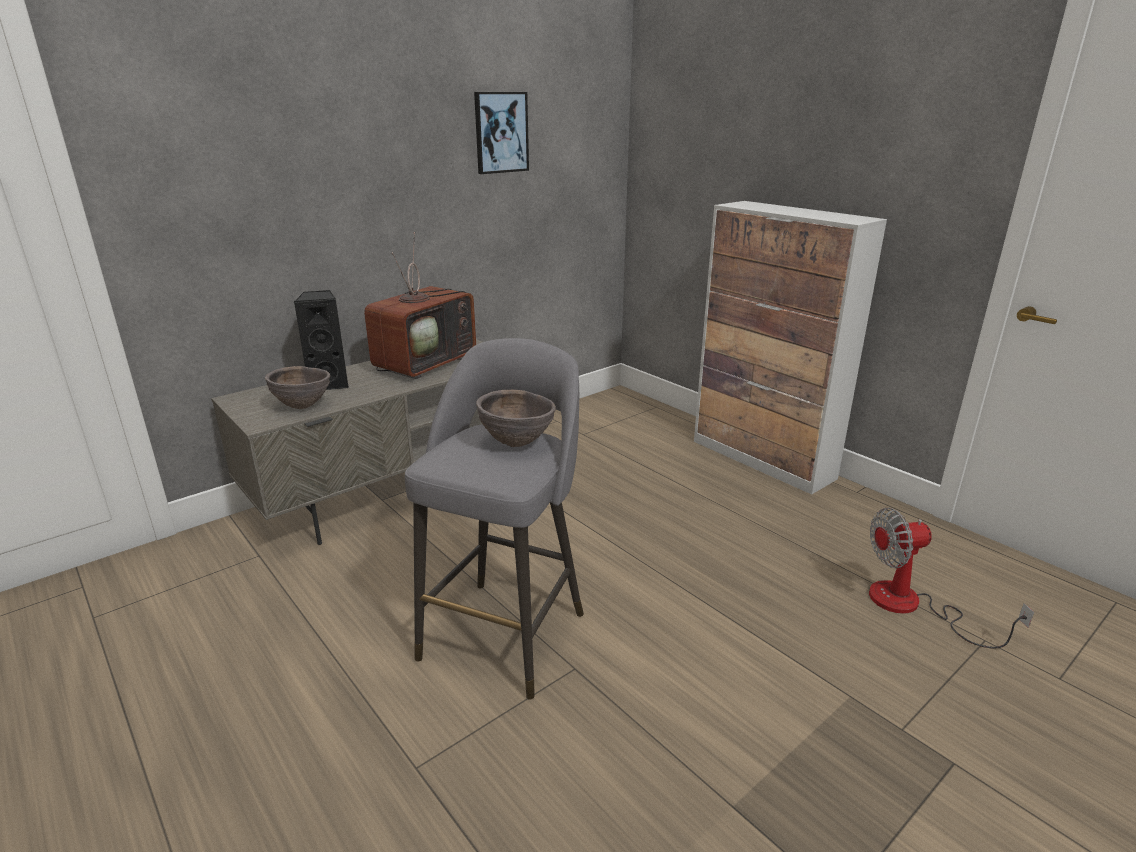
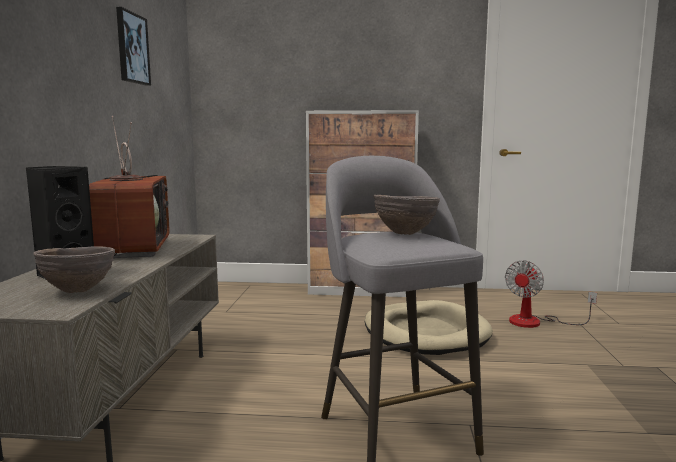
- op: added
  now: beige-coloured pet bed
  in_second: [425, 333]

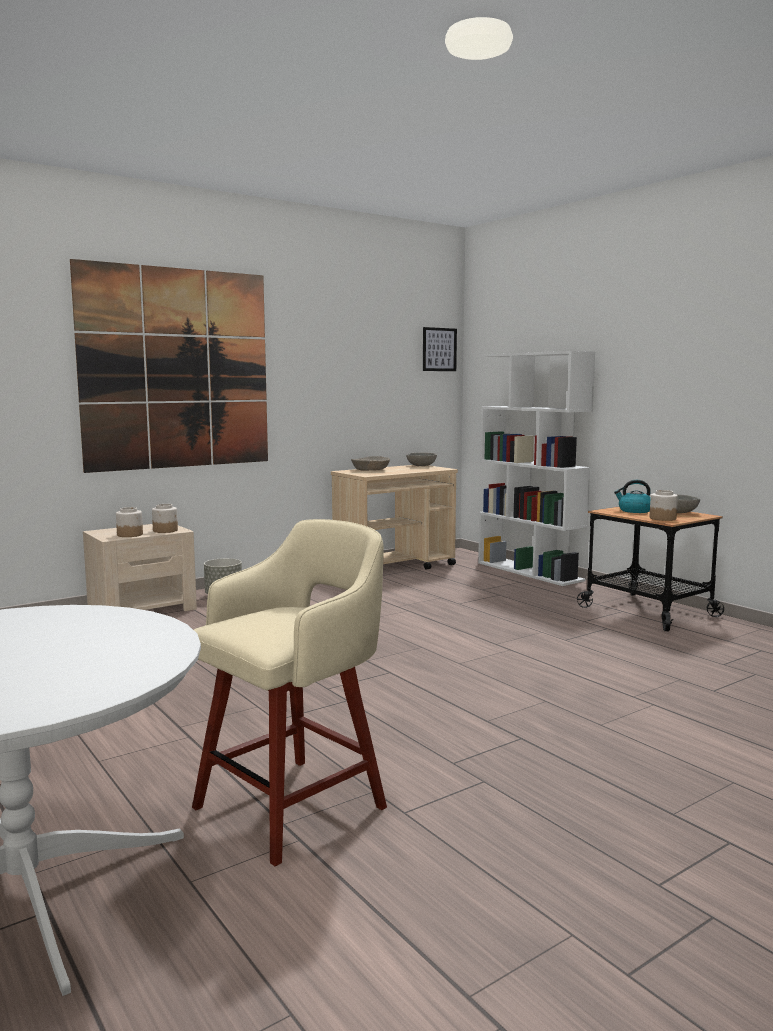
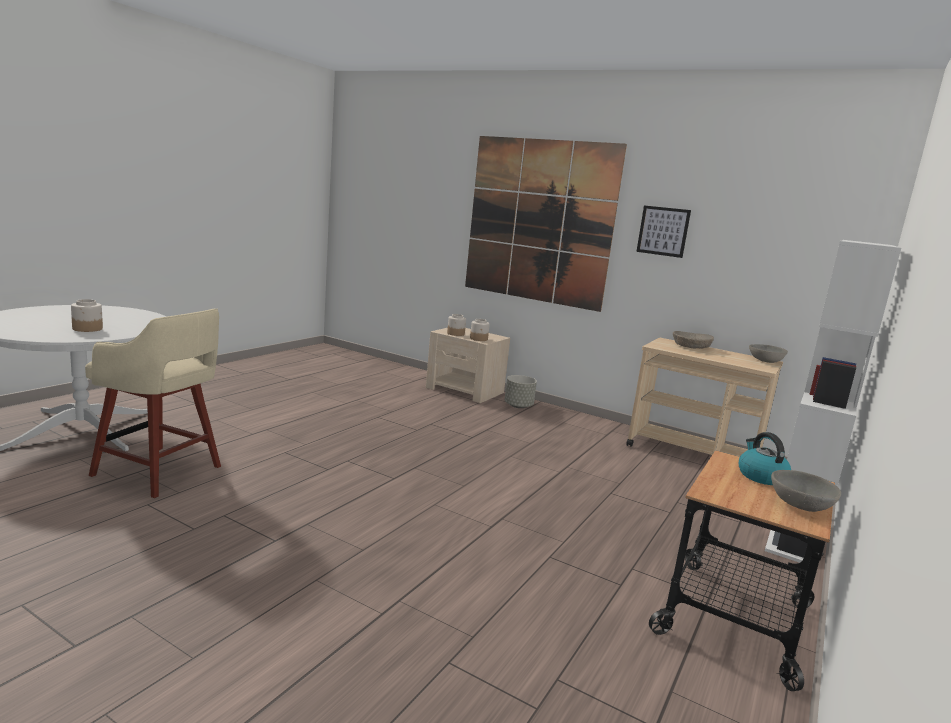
- op: moved
  was: wall picture
  in_first: [439, 349]
  in_second: [663, 231]
- op: moved
  was: preserve jar
  in_first: [662, 518]
  in_second: [88, 329]

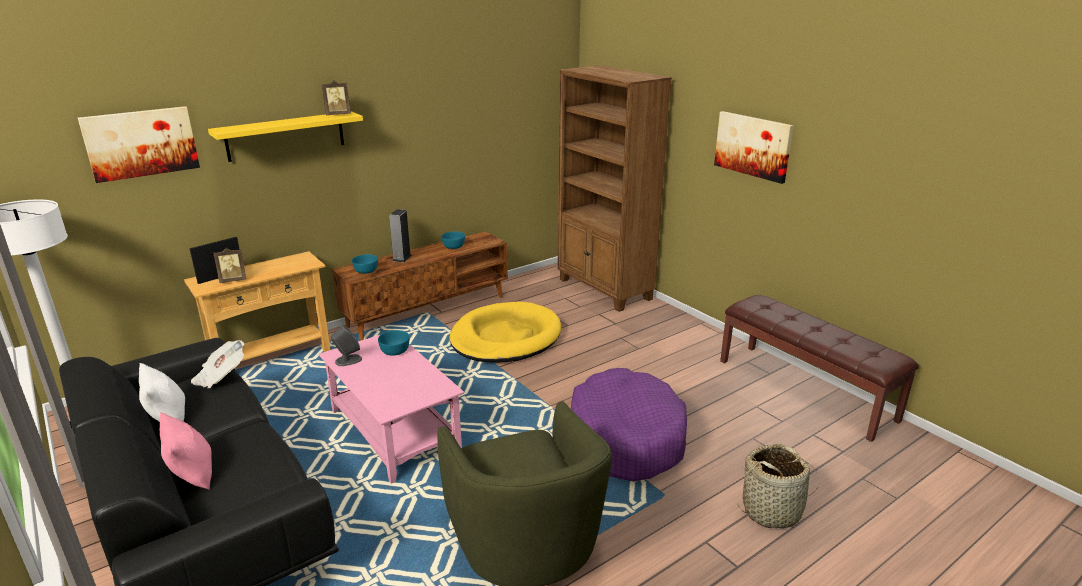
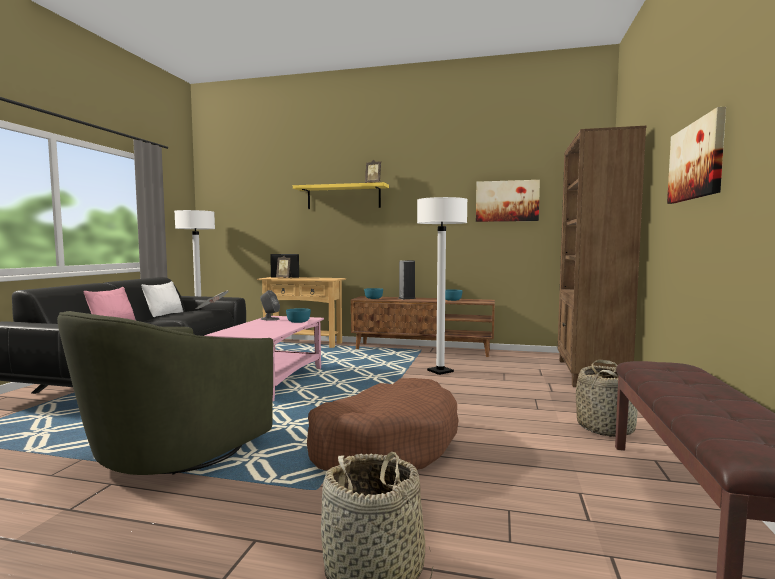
- op: added
  now: household basket
  in_second: [605, 428]
- op: moved
  was: wall picture
  in_first: [141, 143]
  in_second: [507, 201]
- op: replaced
  was: yellowish pet bed
  now: white-coloured floor lamp
  in_first: [505, 337]
  in_second: [440, 371]
- op: recoloured
  was: purple-coloured pet bed
  now: brownish pet bed
  in_first: [625, 437]
  in_second: [384, 445]

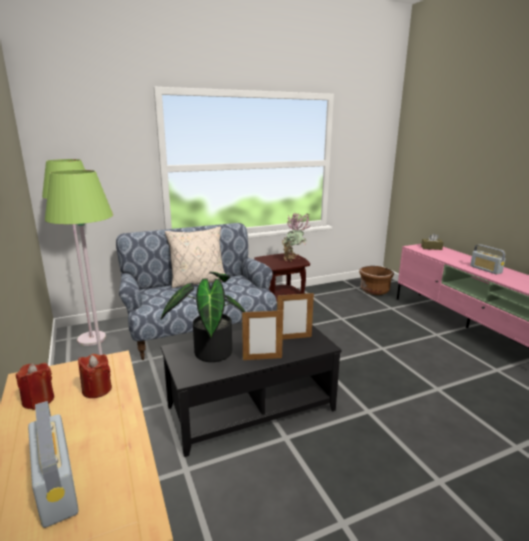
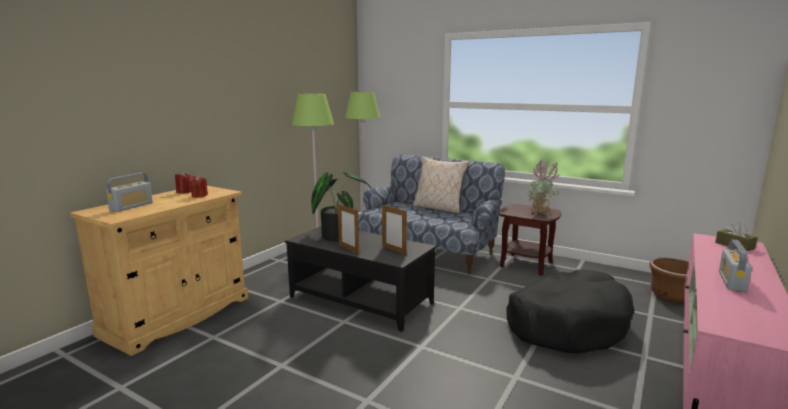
- op: added
  now: blackish pet bed
  in_second: [567, 324]

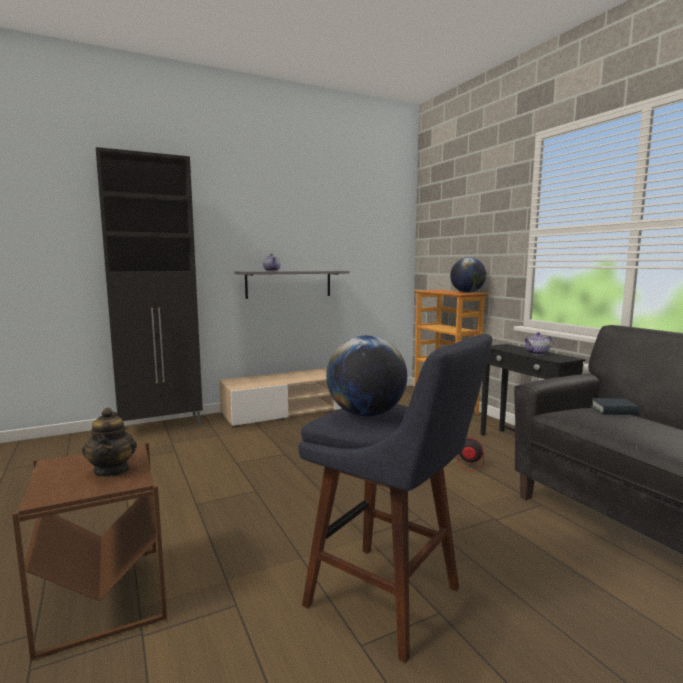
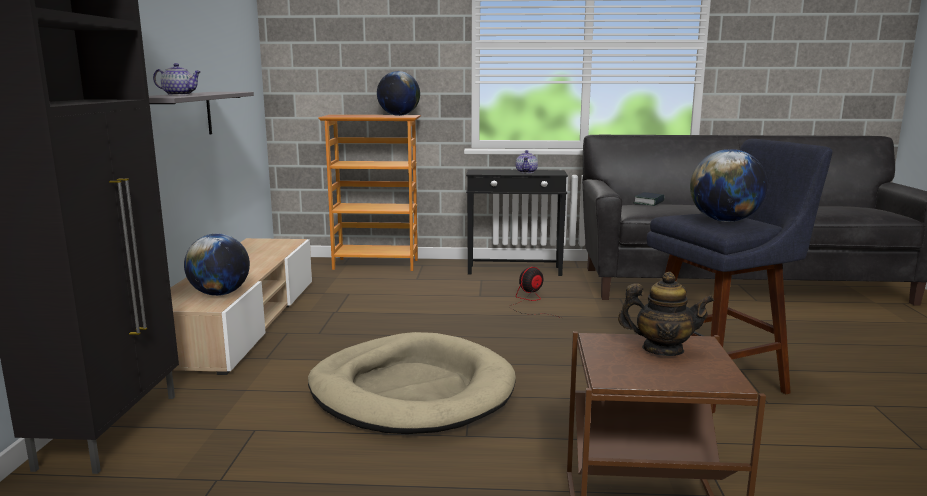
- op: added
  now: desk globe
  in_second: [220, 294]
- op: added
  now: beige-coloured pet bed
  in_second: [411, 391]

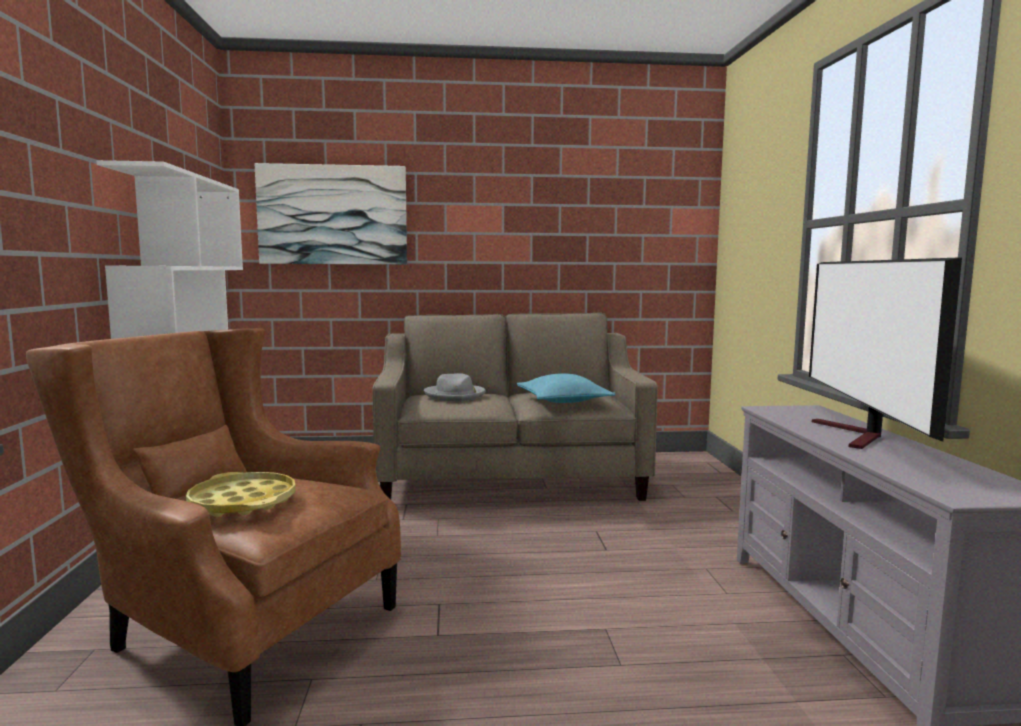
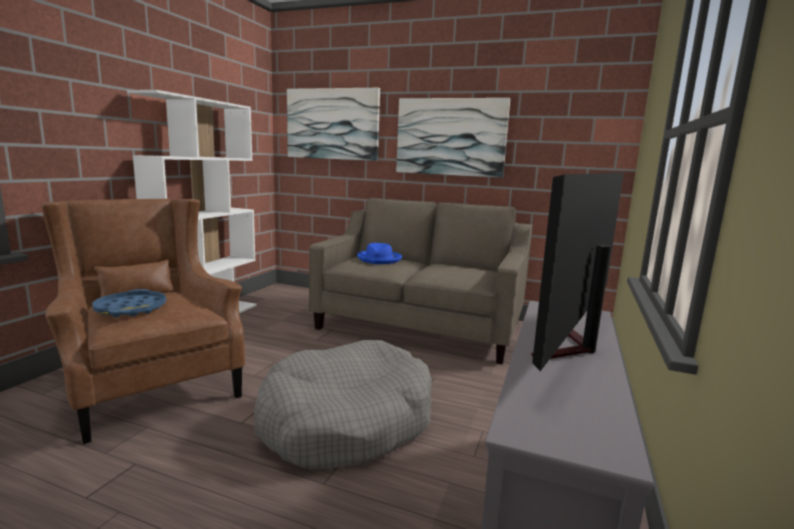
- op: removed
  was: turquoise cushion
  in_first: [563, 401]
- op: added
  now: gray pet bed
  in_second: [346, 421]
- op: added
  now: wall picture
  in_second: [450, 137]
- op: recoloured
  was: yellowish tray
  now: blue tray
  in_first: [243, 502]
  in_second: [131, 309]
- op: recoloured
  was: gray clothing hat
  now: blue clothing hat
  in_first: [455, 395]
  in_second: [379, 259]

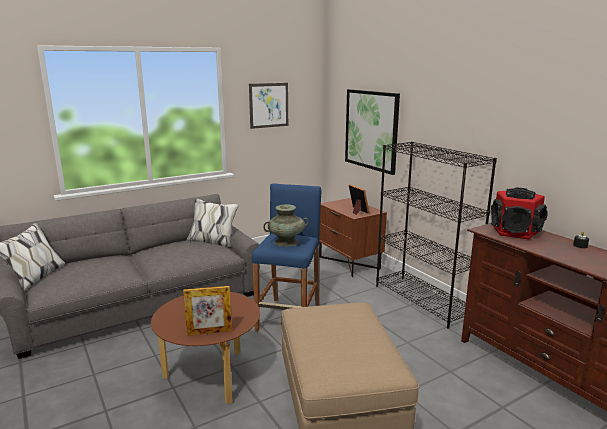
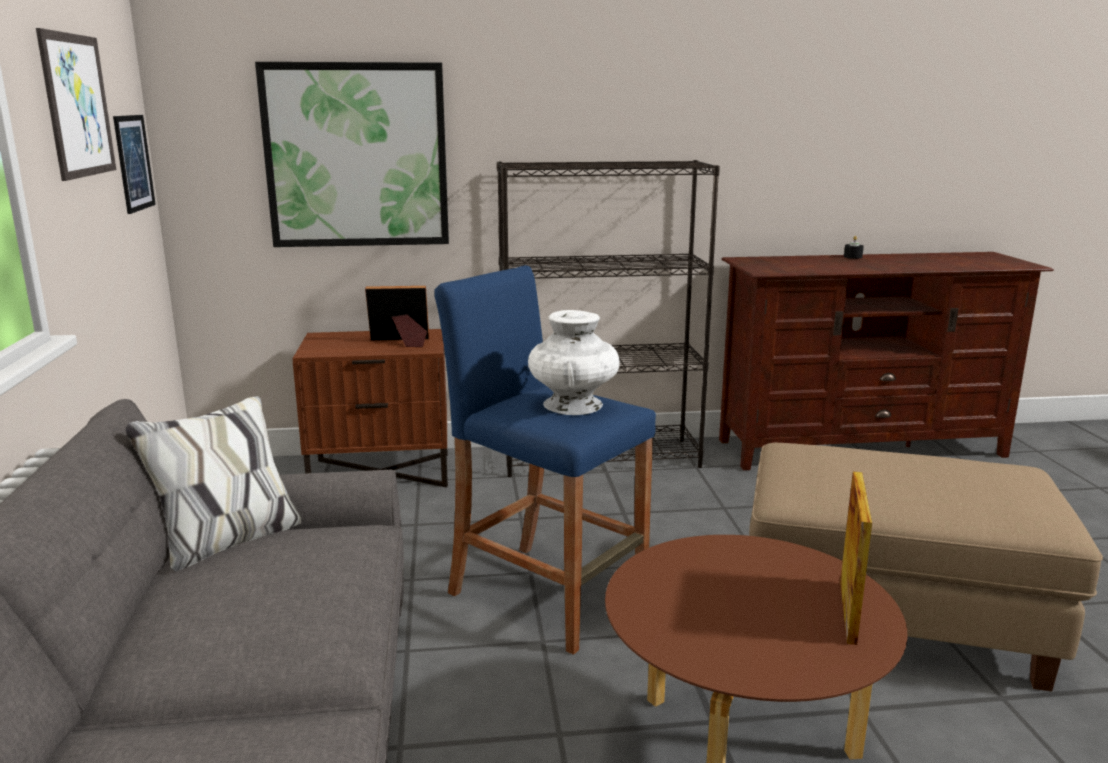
- op: removed
  was: speaker
  in_first: [515, 231]
- op: added
  now: wall picture
  in_second: [134, 163]
- op: recoloured
  was: turquoise decorative vase
  now: white-coloured decorative vase
  in_first: [286, 242]
  in_second: [573, 404]

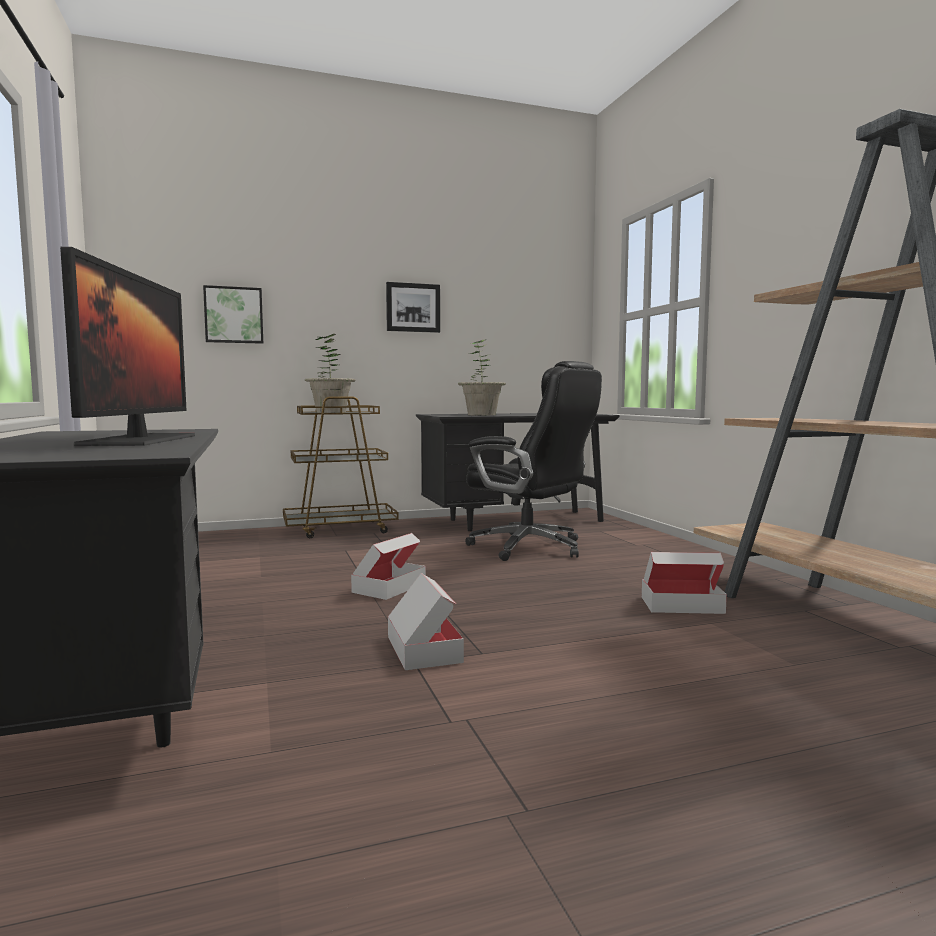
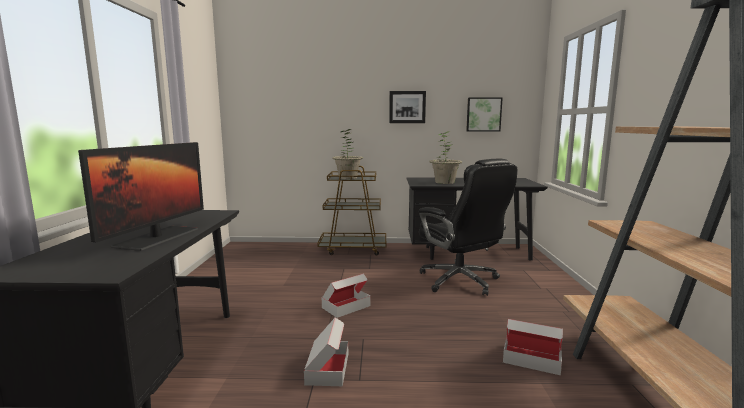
- op: moved
  was: wall picture
  in_first: [234, 315]
  in_second: [483, 114]

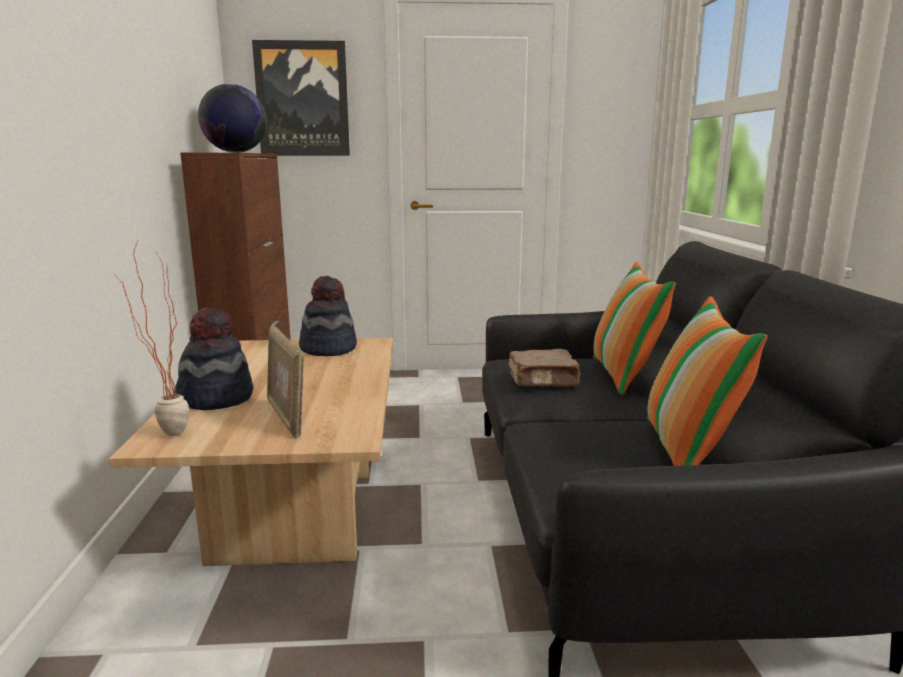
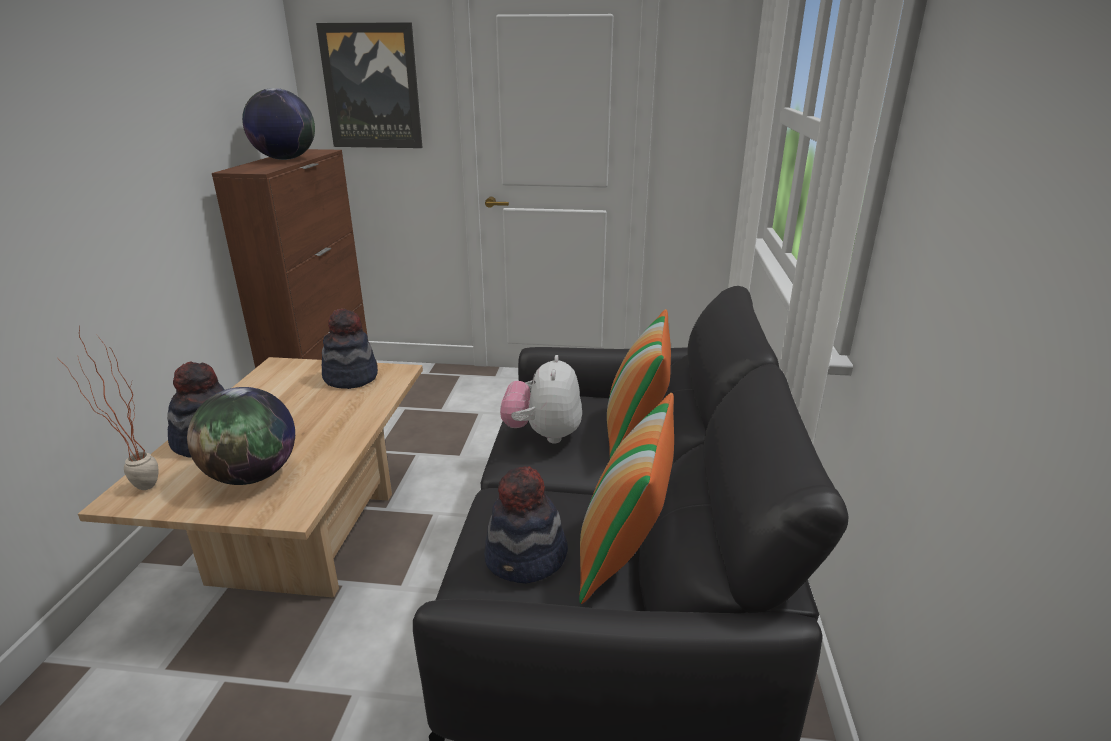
- op: added
  now: clothing hat
  in_second: [526, 558]
- op: replaced
  was: picture frame
  now: desk globe
  in_first: [287, 418]
  in_second: [253, 475]
- op: replaced
  was: brownish bound book
  now: soft toy
  in_first: [544, 381]
  in_second: [543, 435]

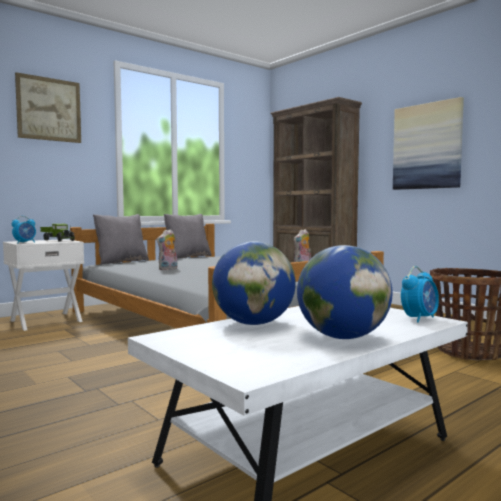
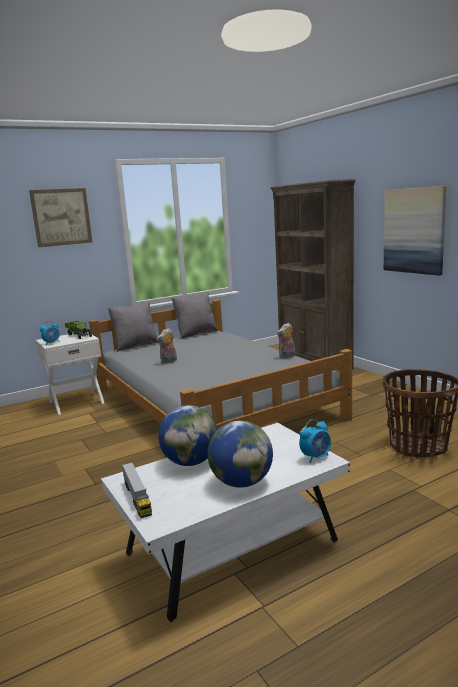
- op: added
  now: model truck
  in_second: [137, 498]

